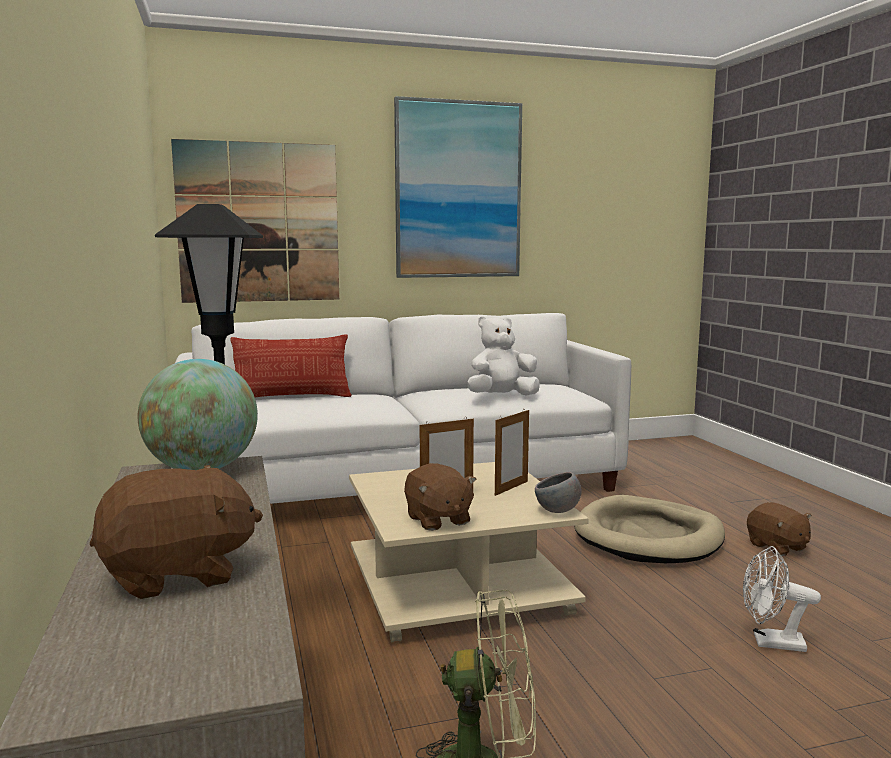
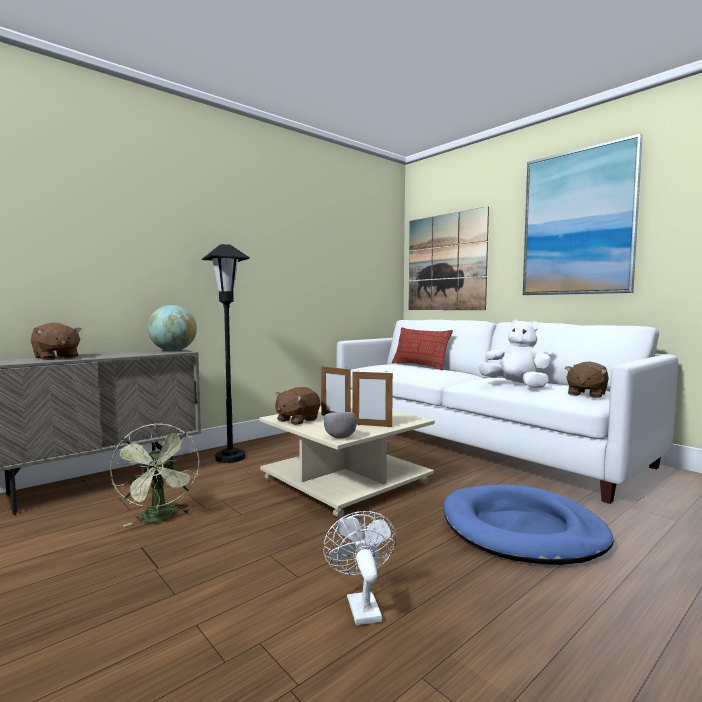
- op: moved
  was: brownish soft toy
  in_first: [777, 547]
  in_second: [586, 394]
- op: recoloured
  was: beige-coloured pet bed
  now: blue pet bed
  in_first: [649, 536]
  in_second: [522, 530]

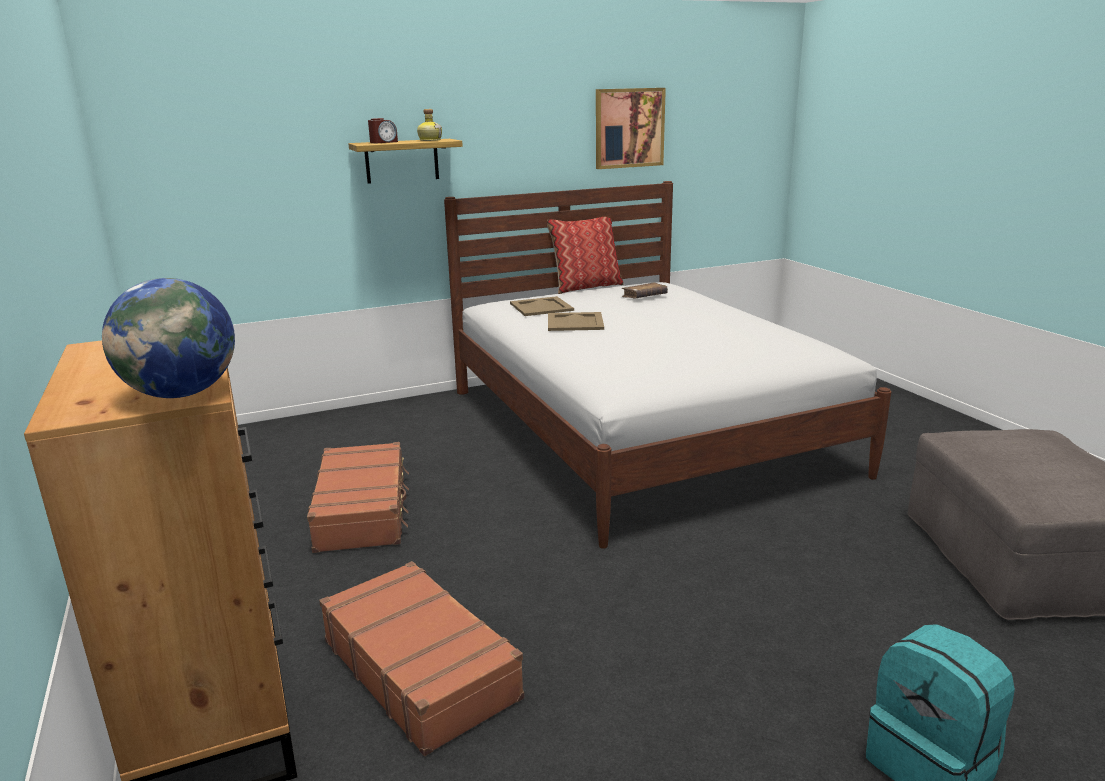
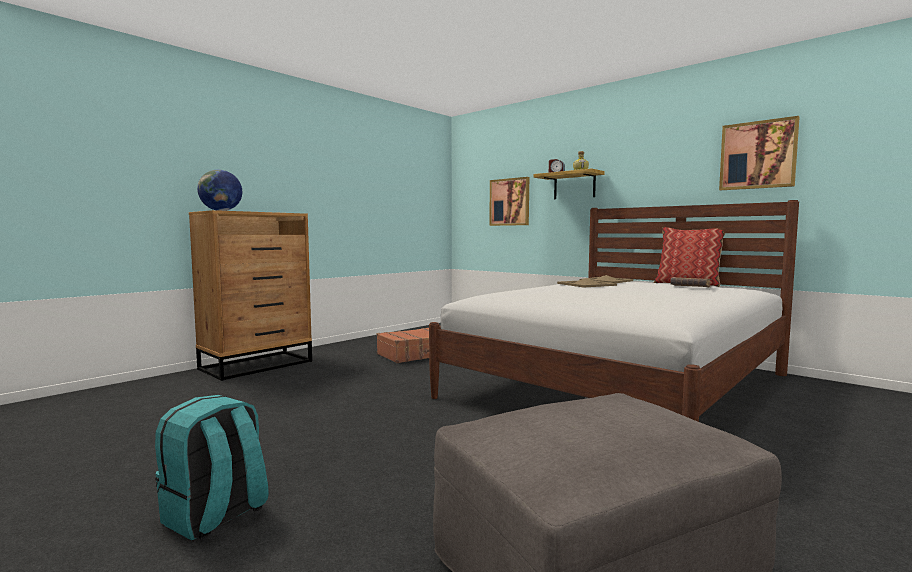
- op: removed
  was: brownish travel case
  in_first: [421, 668]
- op: added
  now: wall picture
  in_second: [509, 202]

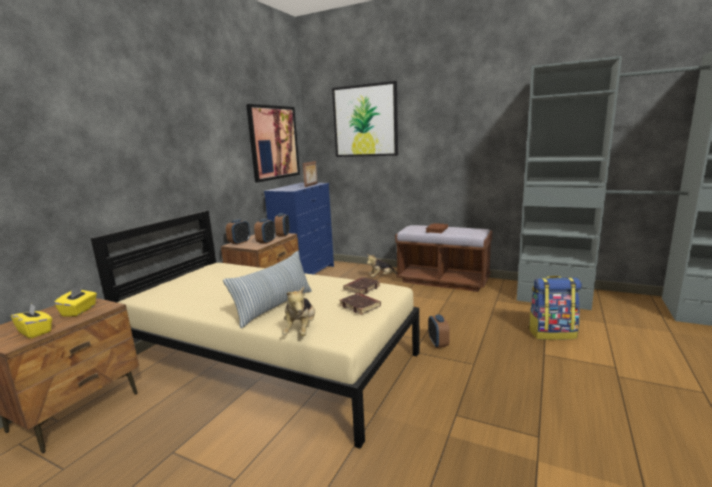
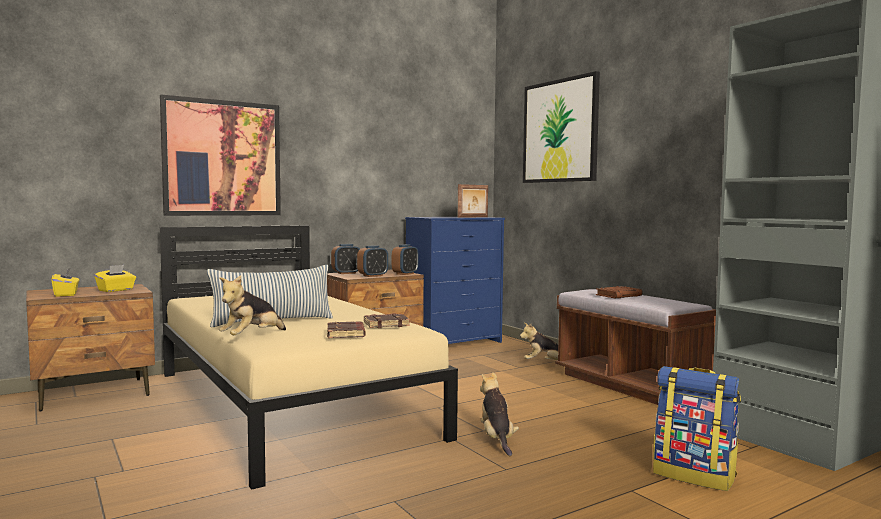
- op: moved
  was: wall picture
  in_first: [274, 142]
  in_second: [222, 158]
- op: replaced
  was: alarm clock
  now: soft toy
  in_first: [438, 343]
  in_second: [497, 439]

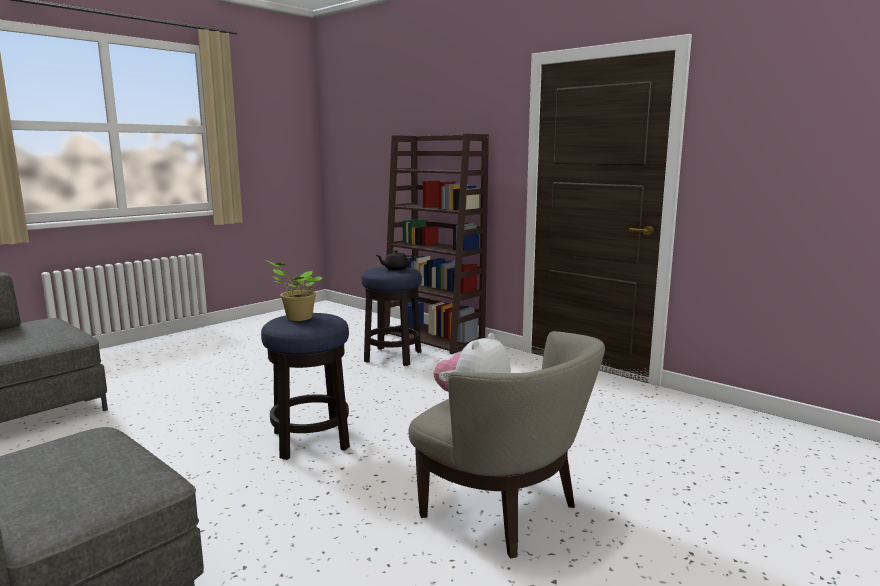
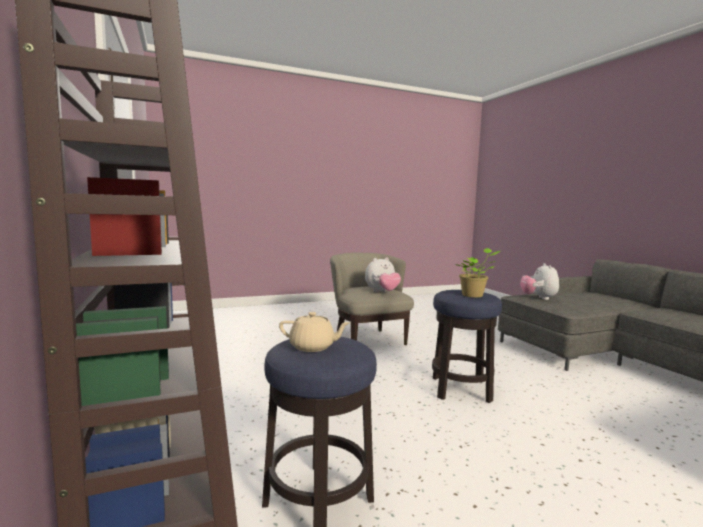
- op: added
  now: soft toy
  in_second: [538, 298]
- op: recoloured
  was: blackish tea pot
  now: beige-coloured tea pot
  in_first: [395, 269]
  in_second: [313, 347]

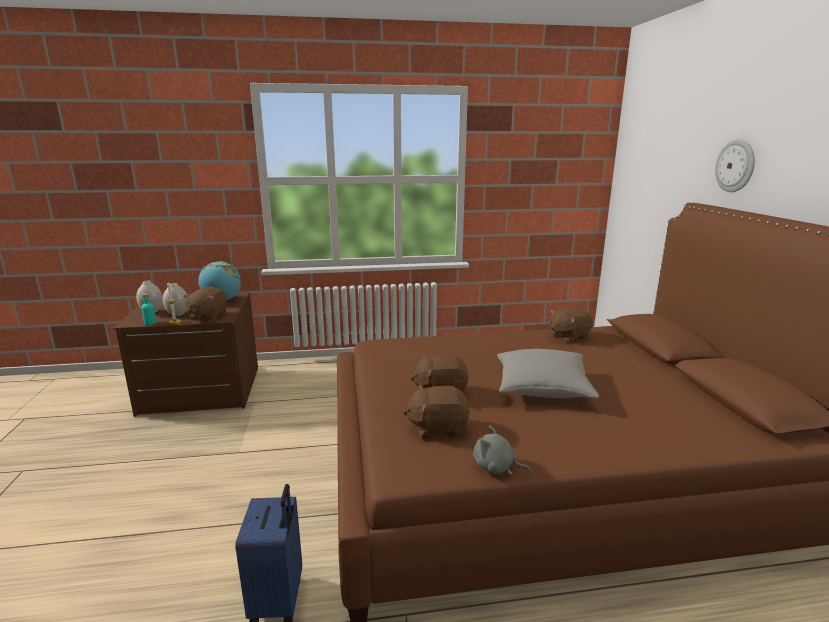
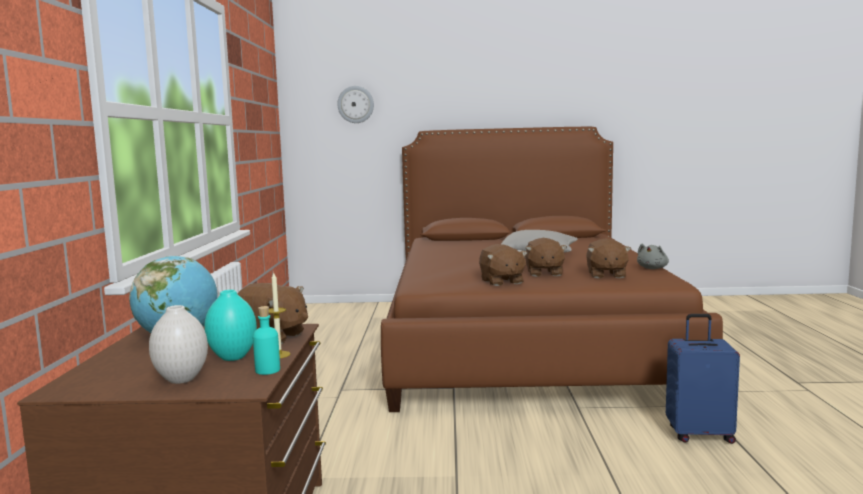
- op: moved
  was: brownish soft toy
  in_first: [568, 337]
  in_second: [501, 282]
- op: moved
  was: wall clock
  in_first: [735, 166]
  in_second: [355, 104]
- op: recoloured
  was: white-coloured decorative vase
  now: turquoise decorative vase
  in_first: [178, 314]
  in_second: [232, 357]

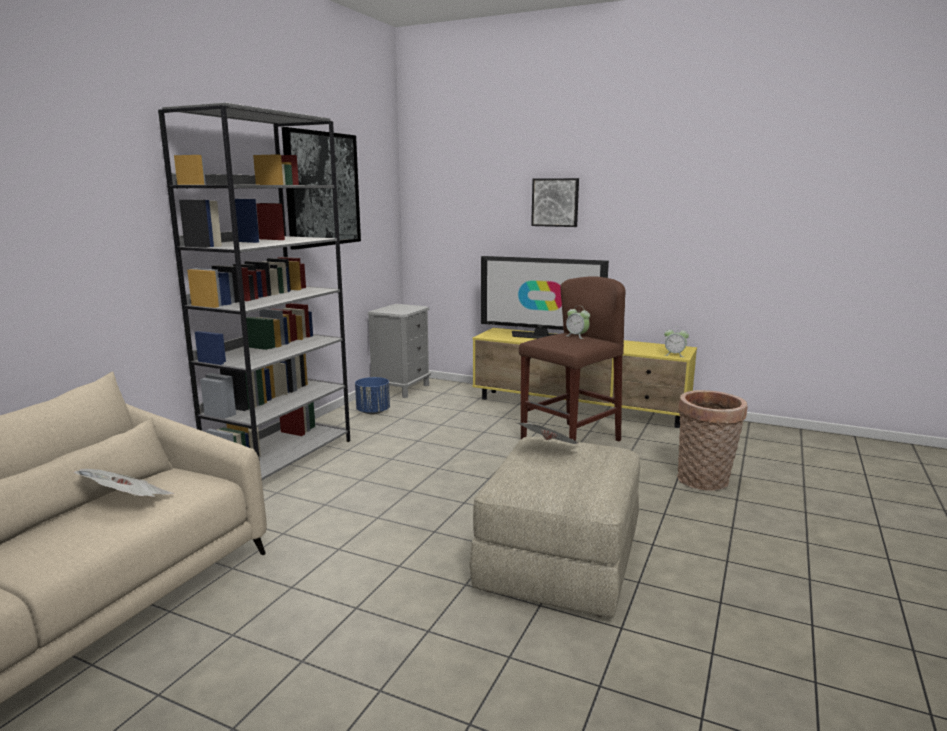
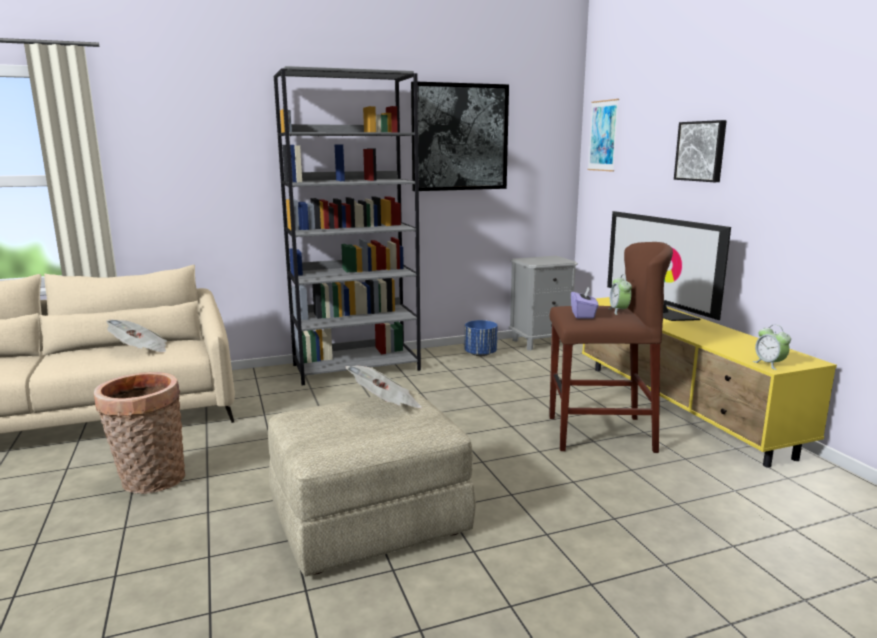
- op: added
  now: purple-coloured tissue box
  in_second: [583, 315]
- op: added
  now: wall picture
  in_second: [603, 136]
- op: moved
  was: household basket
  in_first: [704, 482]
  in_second: [150, 481]

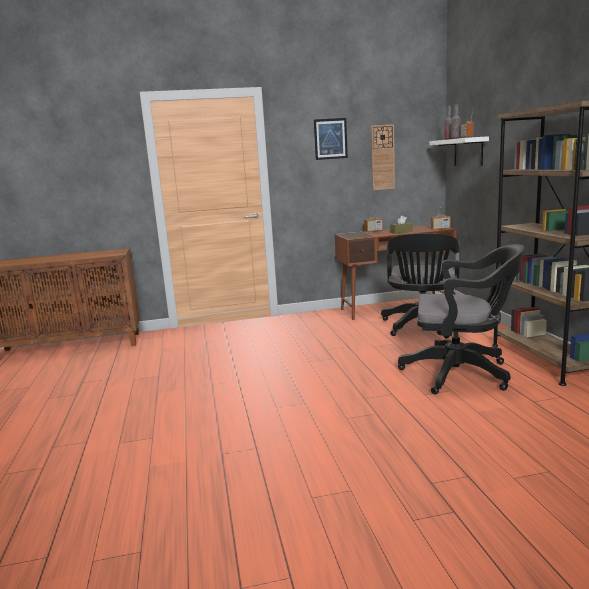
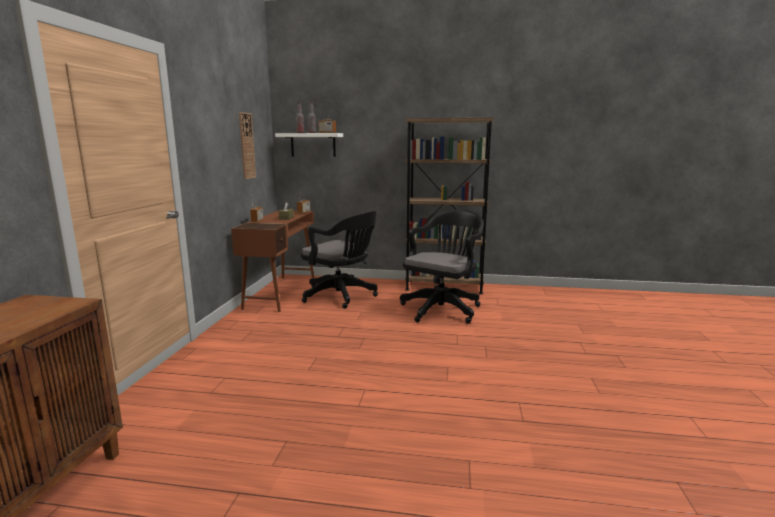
- op: removed
  was: wall picture
  in_first: [330, 139]

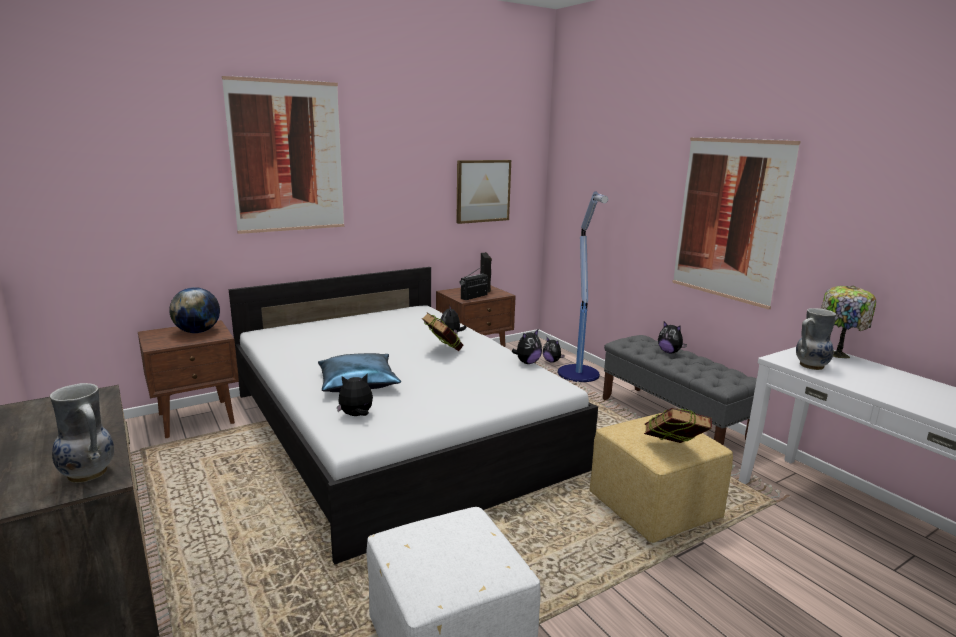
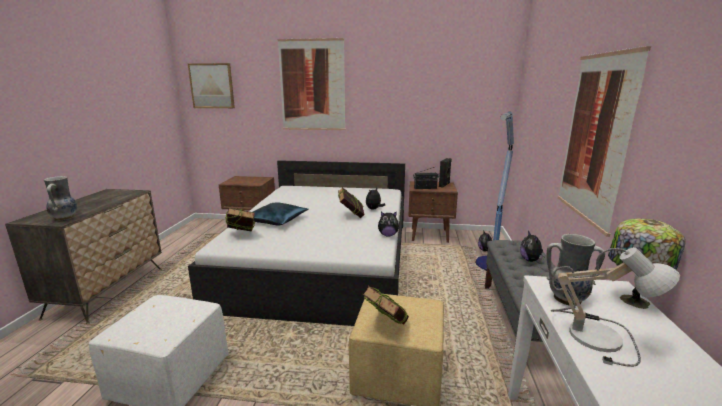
- op: removed
  was: desk globe
  in_first: [198, 332]
- op: added
  now: tabletop lamp
  in_second: [598, 334]
- op: moved
  was: wall picture
  in_first: [482, 191]
  in_second: [212, 86]
- op: replaced
  was: soft toy
  now: bound book
  in_first: [356, 415]
  in_second: [242, 235]

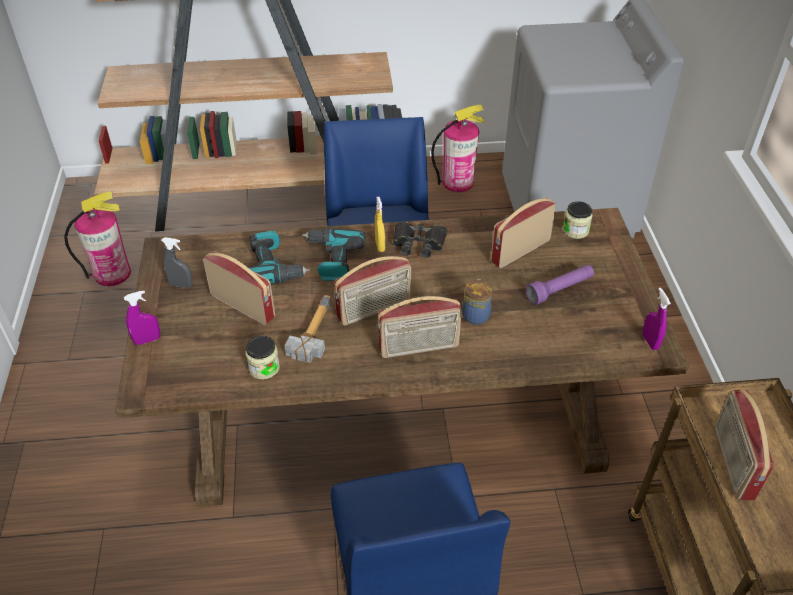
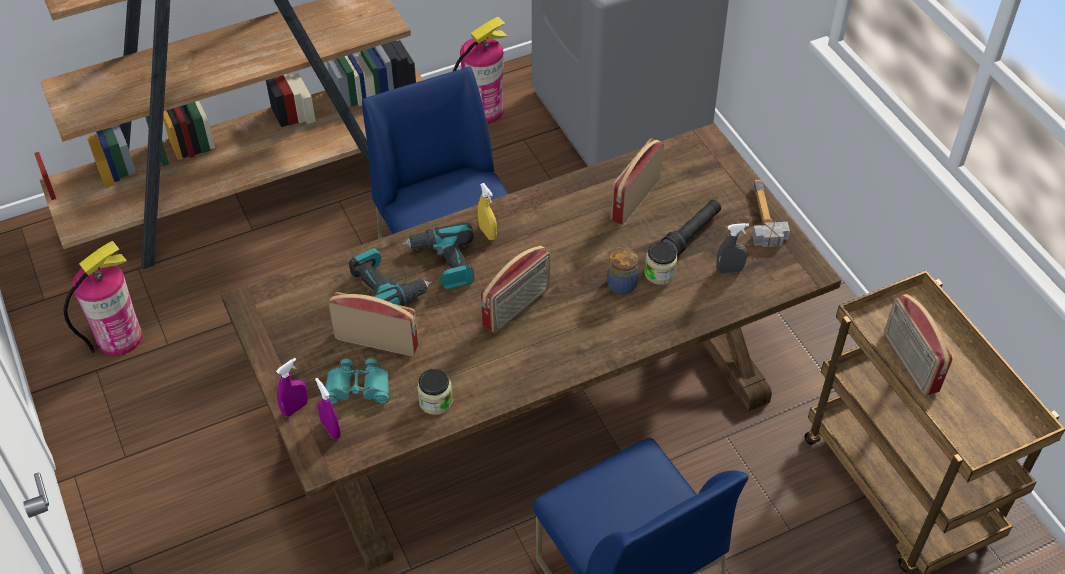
- op: removed
  was: radio receiver
  in_first: [419, 348]
- op: removed
  was: blackish pair of binoculars
  in_first: [418, 243]
- op: added
  now: turquoise pair of binoculars
  in_second: [358, 387]
- op: moved
  was: gray sprayer
  in_first: [181, 285]
  in_second: [729, 270]
- op: moved
  was: hammer
  in_first: [309, 332]
  in_second: [760, 219]
- op: moved
  was: preserve jar
  in_first: [575, 230]
  in_second: [659, 273]
- op: moved
  was: purple-coloured sprayer
  in_first: [650, 342]
  in_second: [331, 429]
- op: recoloured
  was: purple-coloured torch
  now: blackish torch
  in_first: [559, 290]
  in_second: [692, 233]

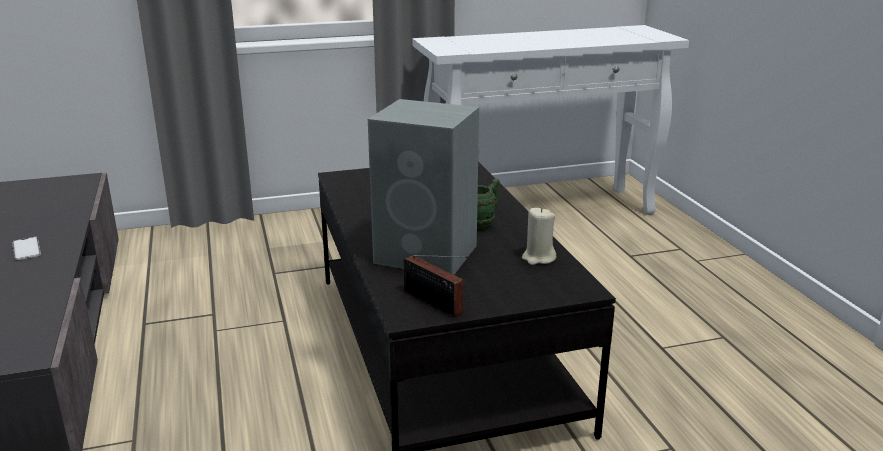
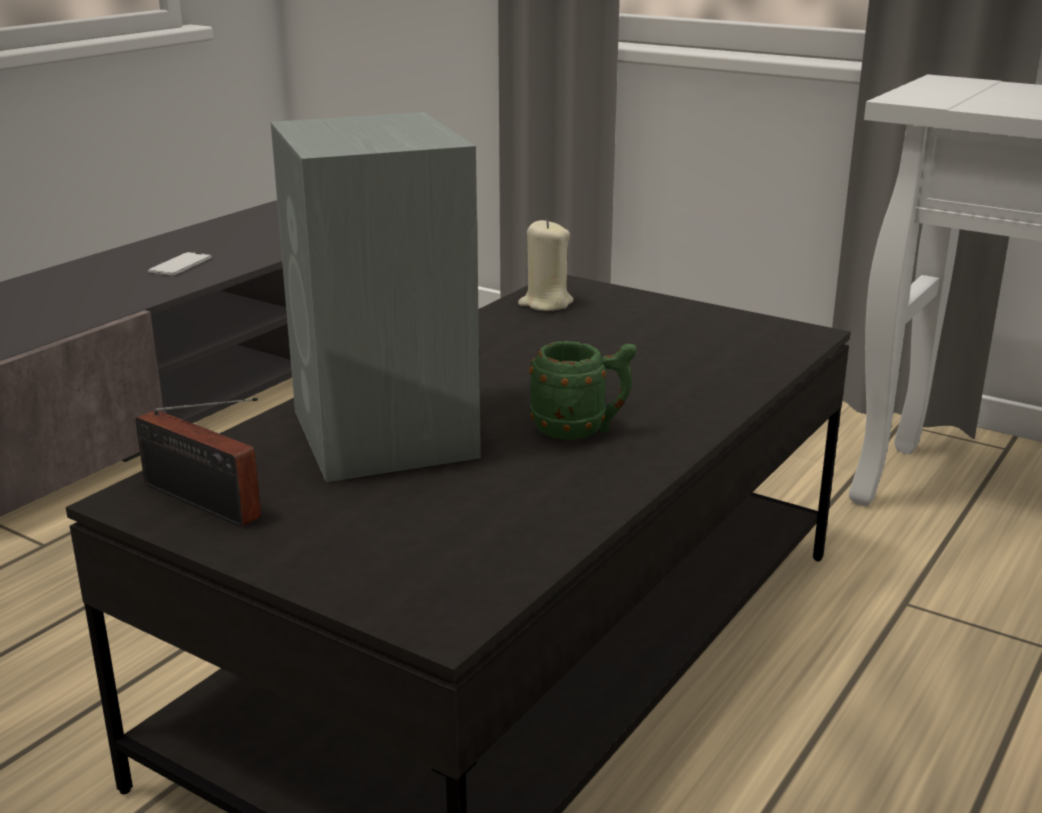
- op: moved
  was: beige-coloured wax light
  in_first: [538, 258]
  in_second: [545, 303]
- op: turned
  was: radio receiver
  in_first: [435, 304]
  in_second: [206, 504]
  clockwise: -60

